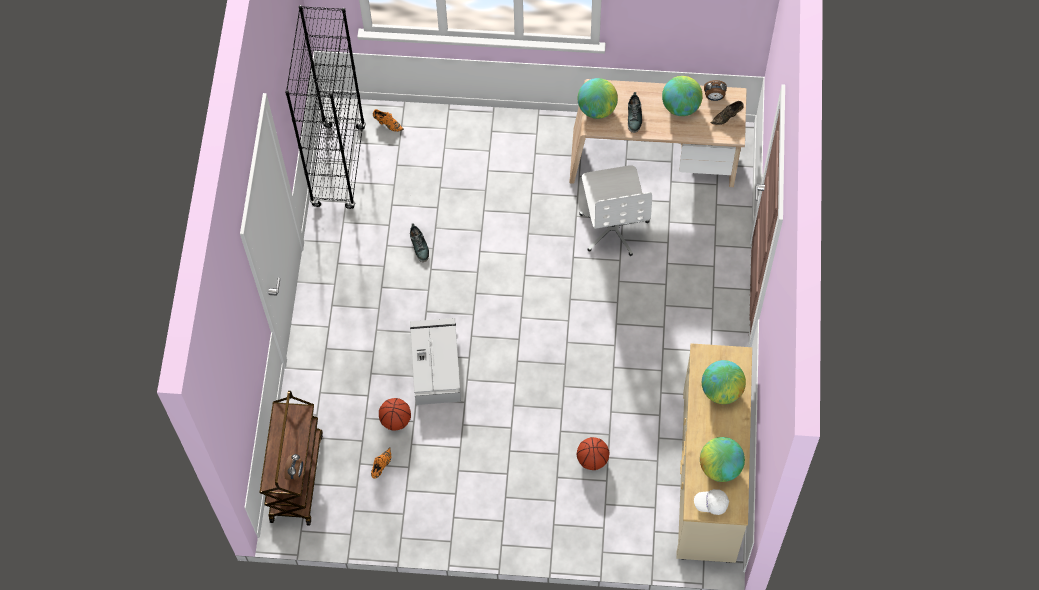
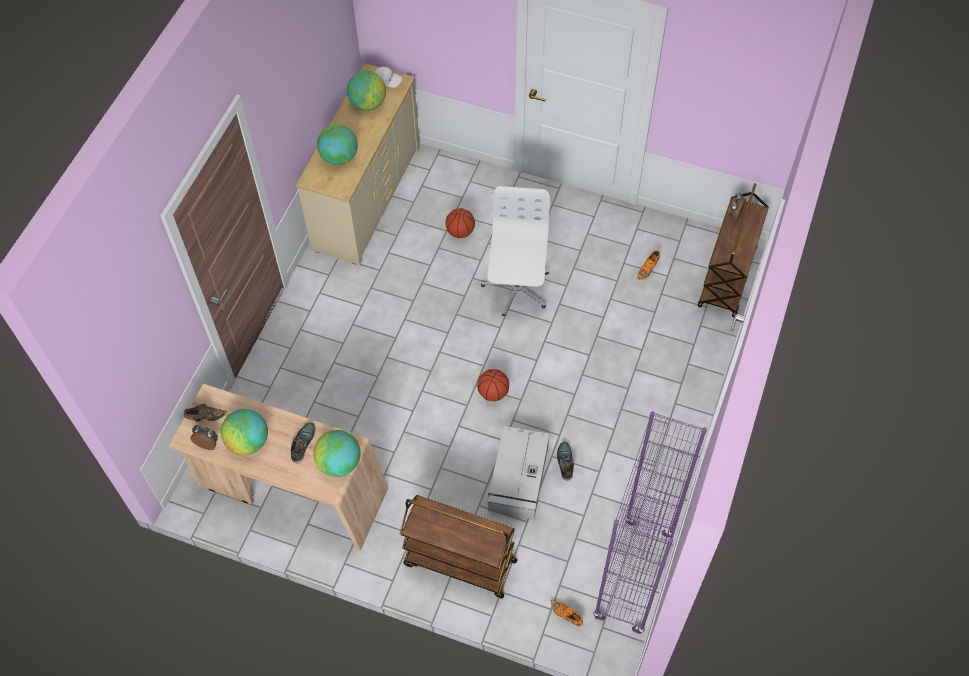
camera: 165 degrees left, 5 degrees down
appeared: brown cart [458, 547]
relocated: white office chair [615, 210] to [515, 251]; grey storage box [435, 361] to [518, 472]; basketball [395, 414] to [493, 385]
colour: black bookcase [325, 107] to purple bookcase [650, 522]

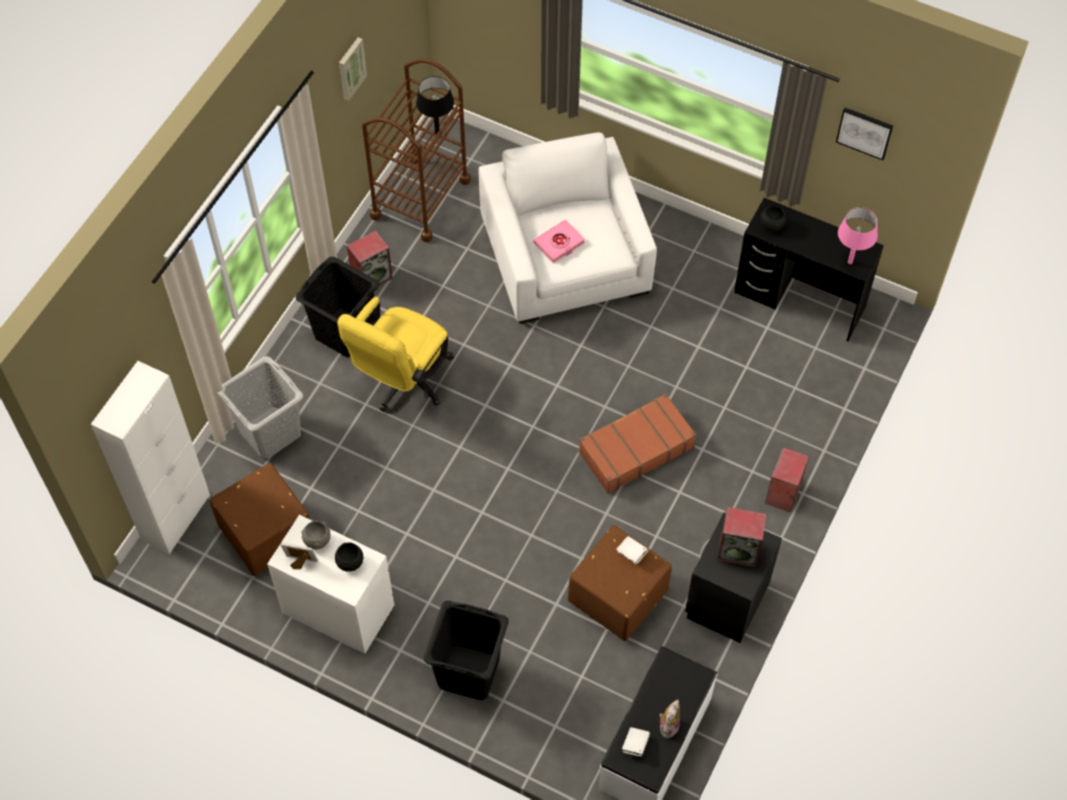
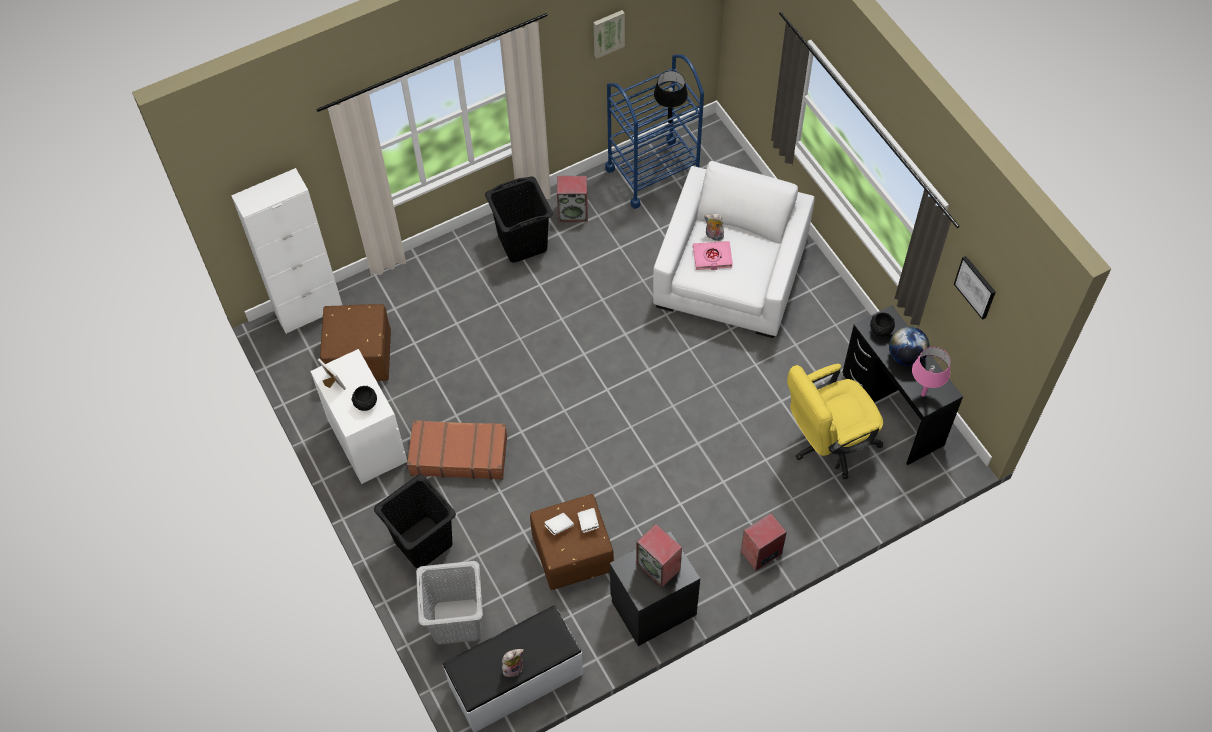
camera: 35 degrees right, 0 degrees up
missing: grey bowl [316, 535]
appeared: plush toy [714, 227]; globe [909, 346]
relocated: yellow office chair [396, 354] to [835, 421]; grey laundry basket [260, 407] to [449, 603]; brown suitcase [637, 444] to [457, 450]; white book [636, 741] to [559, 524]
colour: brown cart [416, 150] to blue cart [654, 131]

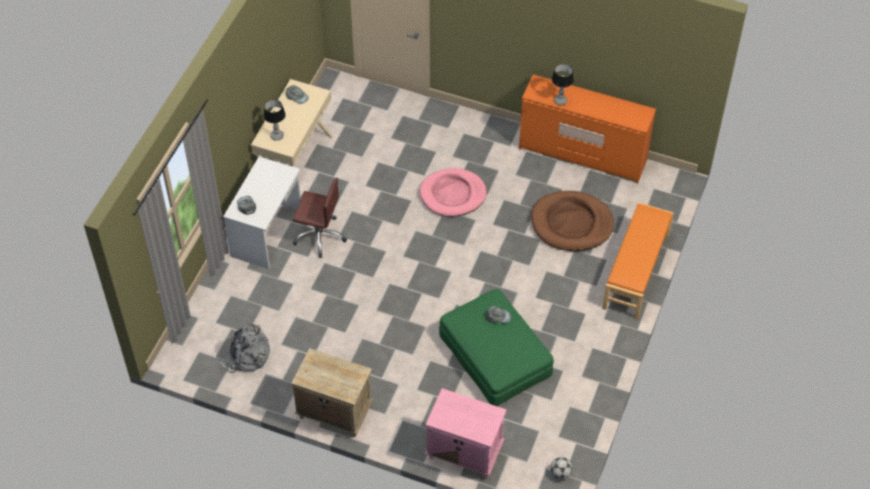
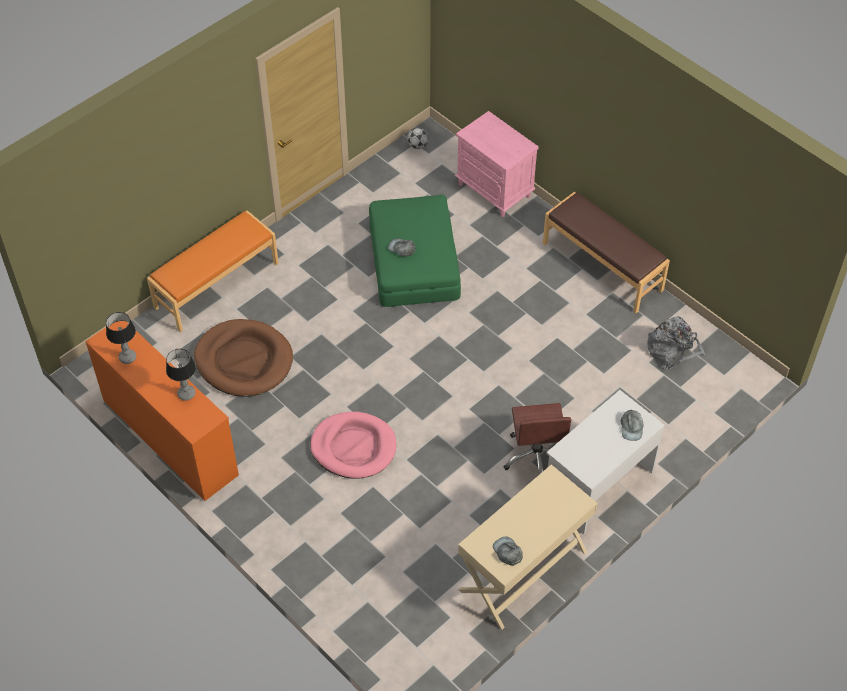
camera: 155 degrees left, 0 degrees up
relocated: table lamp [274, 120] to [121, 338]
exchanged: beige nightstand [332, 392] to brown bench [606, 253]
spun: brown office chair [320, 218] = [537, 438] 135 degrees counterclockwise

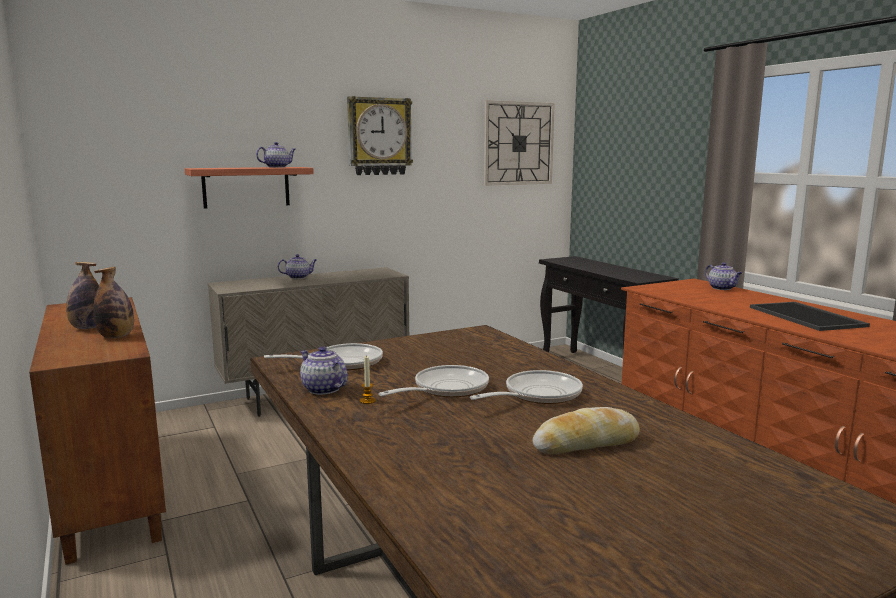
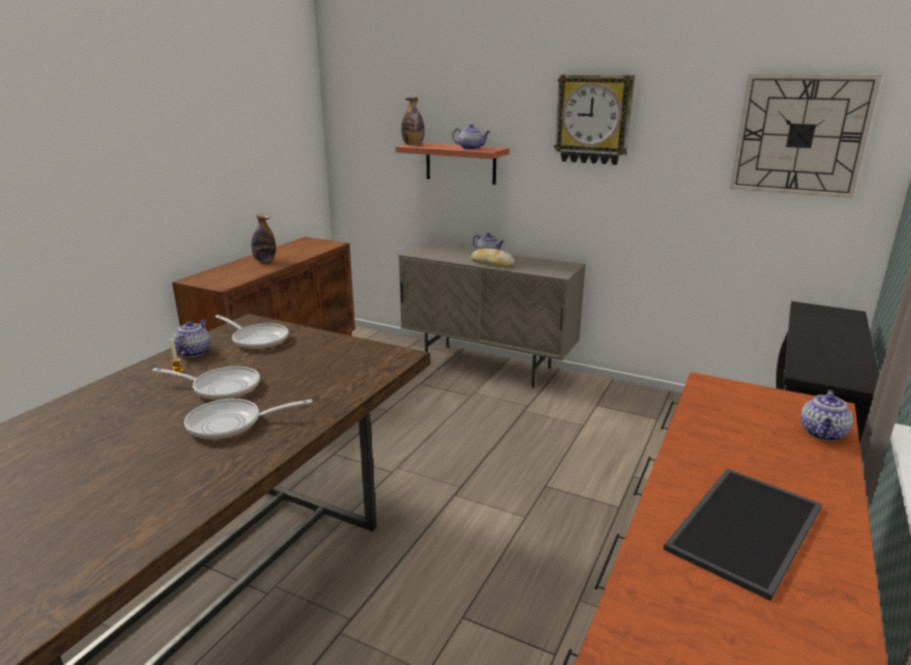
camera: 55 degrees right, 10 degrees up
relocated: bottle [113, 302] to [413, 121]; bread [586, 430] to [492, 257]
spun: frying pan [526, 387] = [248, 419] 150 degrees clockwise

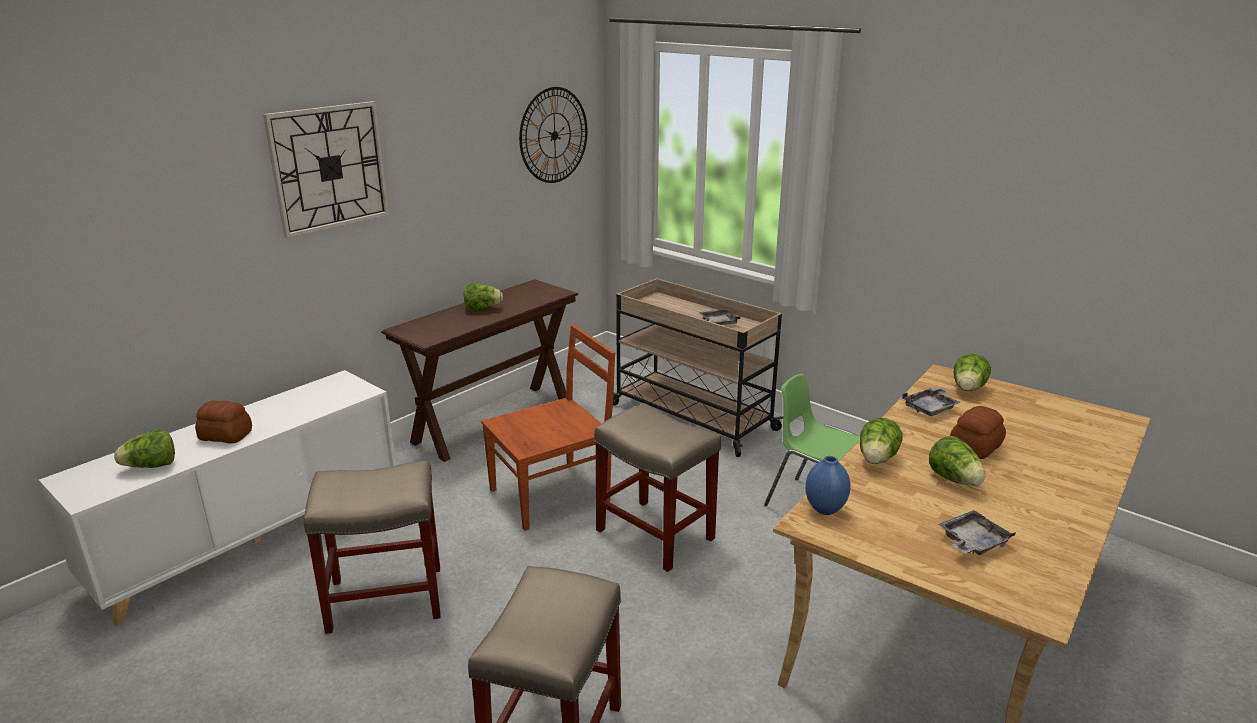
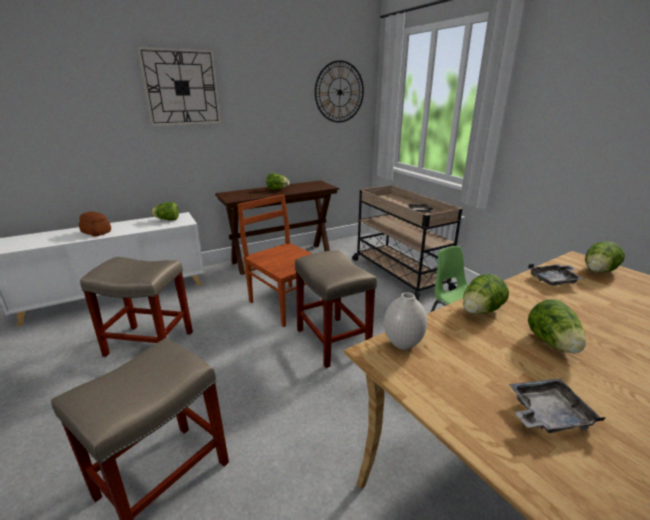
camera: 20 degrees right, 0 degrees up
missing: bread [978, 432]
relocated: lettuce [144, 449] to [165, 211]
colour: blue vase [828, 485] to white vase [405, 321]
spun: brown chair [548, 428] = [280, 261] 120 degrees counterclockwise

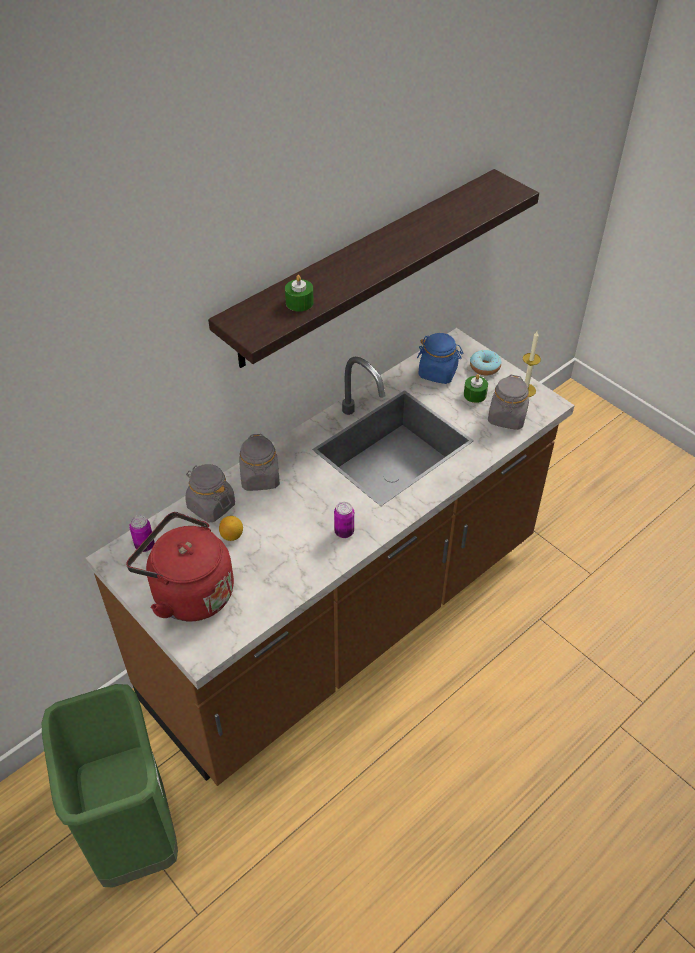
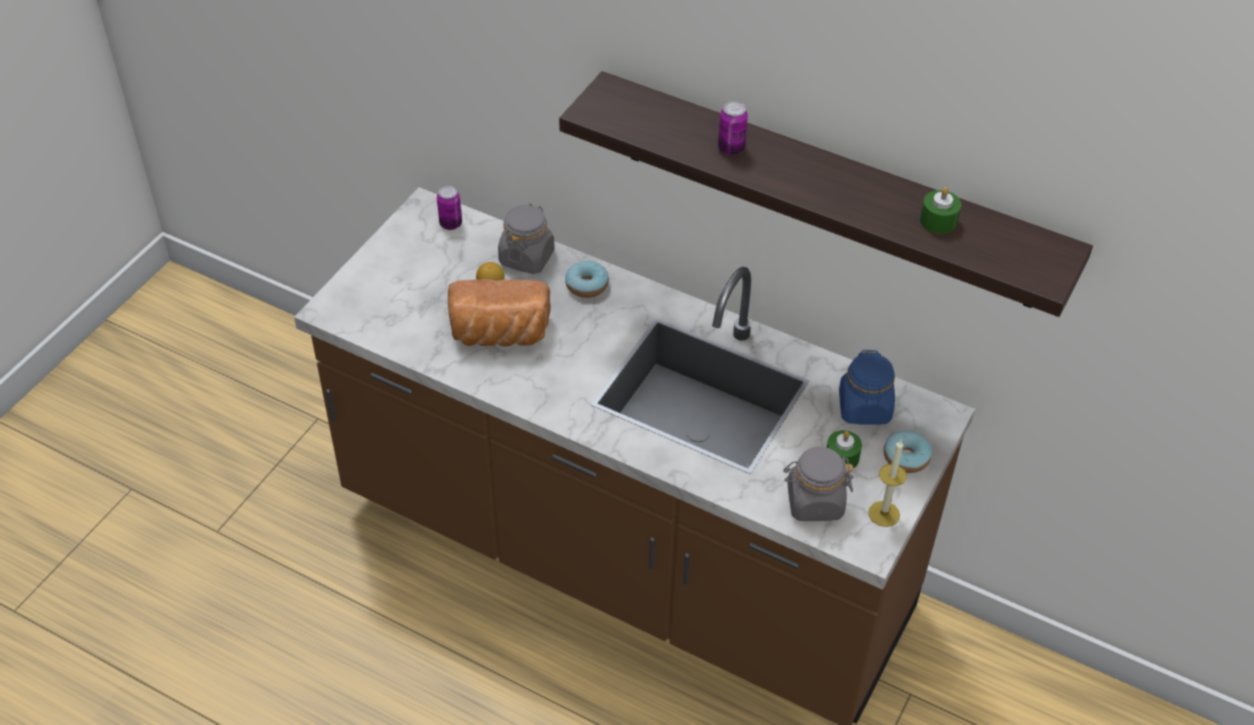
camera: 70 degrees right, 0 degrees up
missing: red kettle [180, 566]; green trash can [110, 785]
appeared: bread [499, 313]
relocated: green candle [299, 293] to [940, 210]; can [344, 520] to [733, 128]
exchanged: grey jar [259, 462] to donut [587, 279]

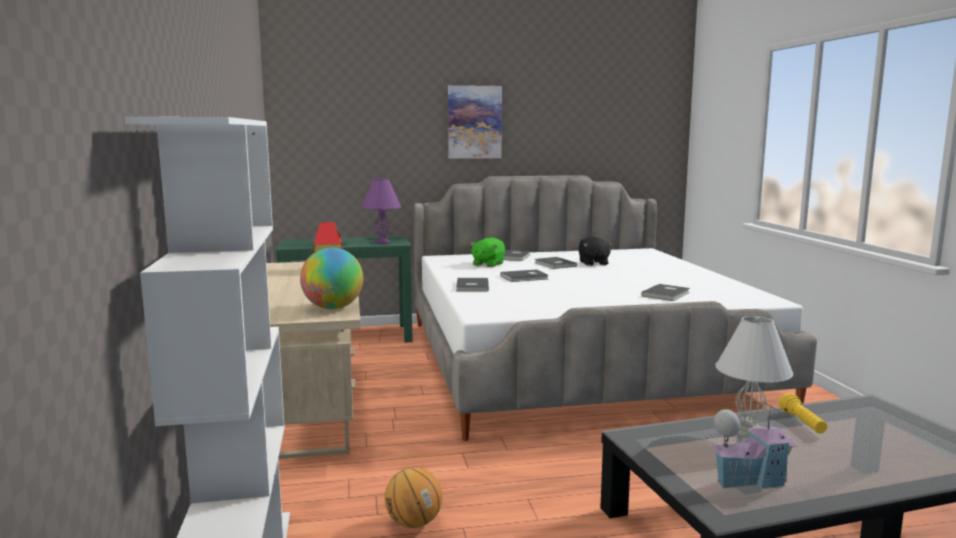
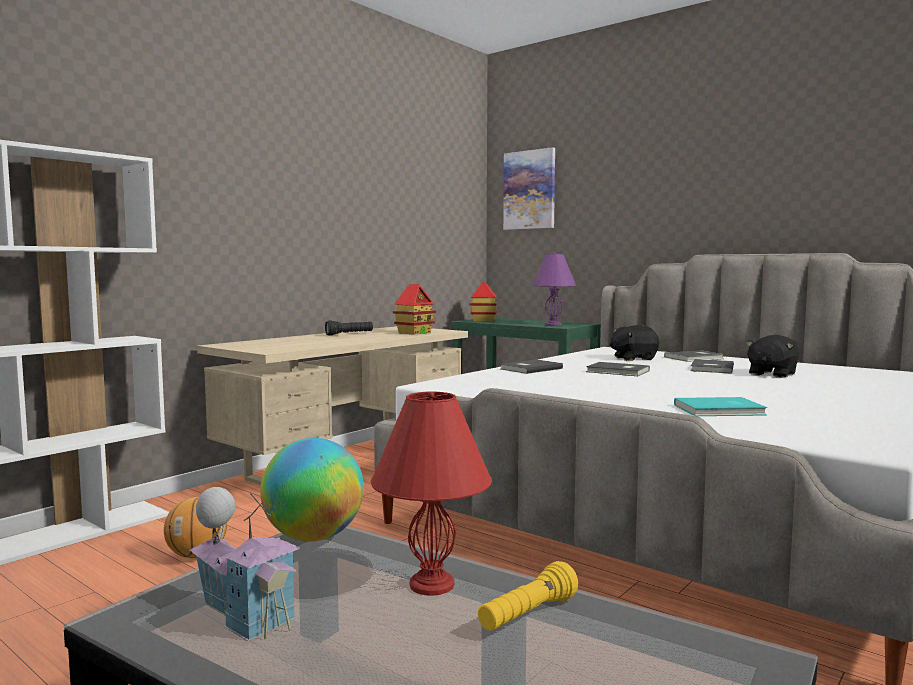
camera: 50 degrees right, 5 degrees down
appeared: toy house [484, 301]; black flashlight [349, 328]
relocated: picture [475, 122] to [529, 188]; globe [331, 278] to [312, 489]
colour: green plush toy [487, 252] to black plush toy [634, 343]; grey book [665, 292] to turquoise book [721, 406]; white table lamp [754, 376] to red table lamp [431, 493]

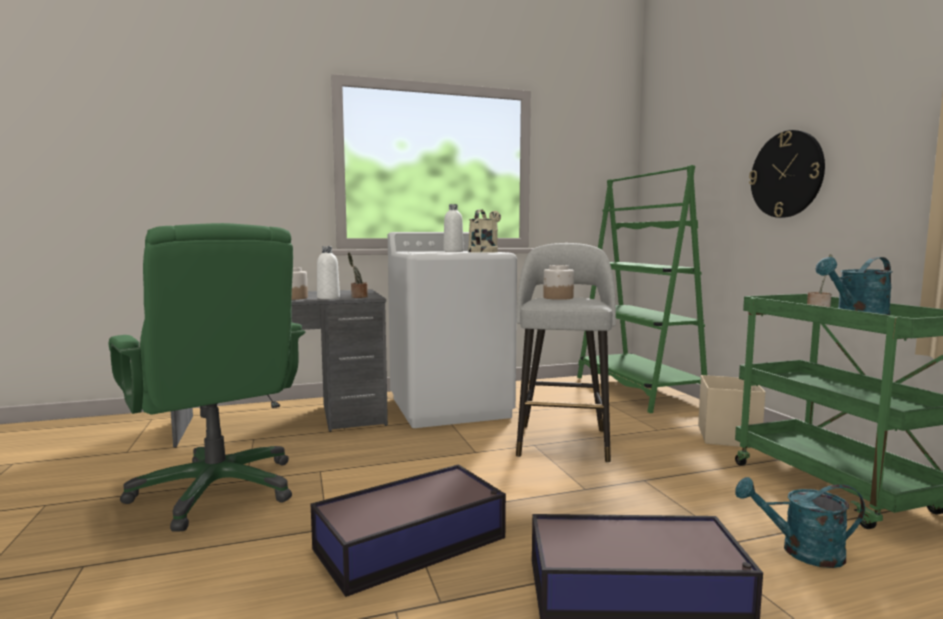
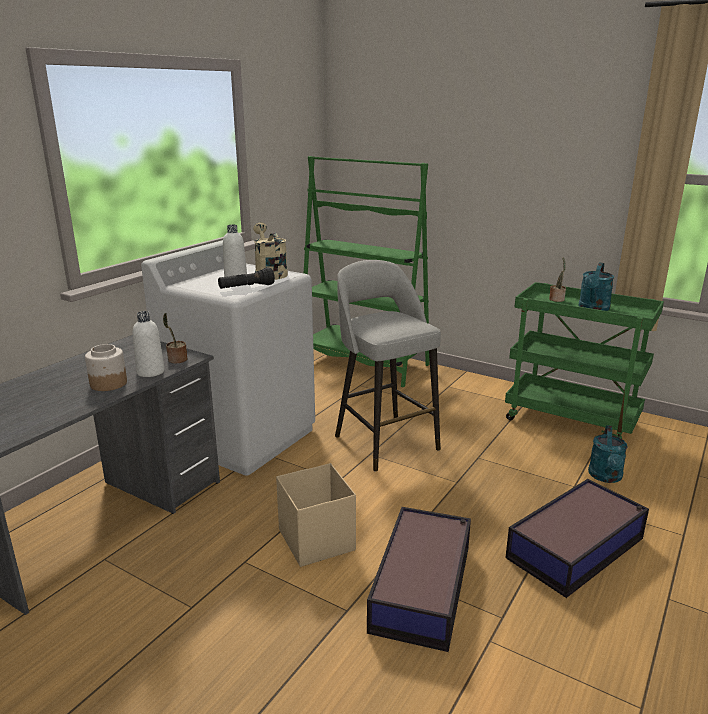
camera: 40 degrees left, 15 degrees up
missing: wall clock [787, 174]; green office chair [207, 377]; jar [558, 282]
appeared: black flashlight [246, 278]
relocated: beige storage box [731, 411] to [316, 515]
spun: turquoise watering can [800, 522] = [607, 454] 45 degrees counterclockwise

